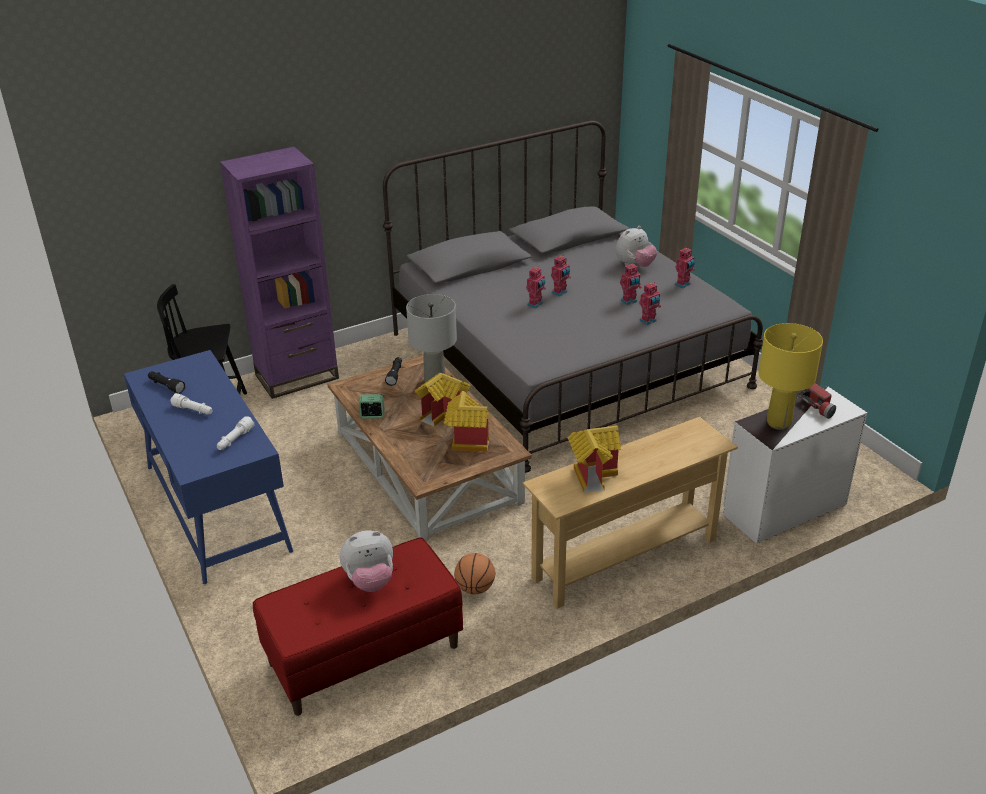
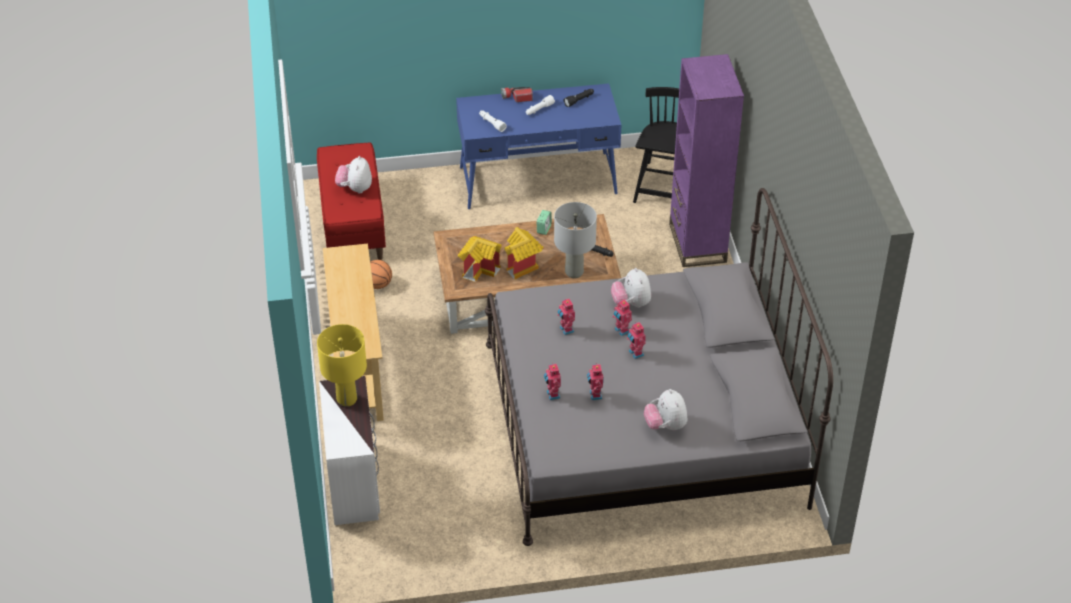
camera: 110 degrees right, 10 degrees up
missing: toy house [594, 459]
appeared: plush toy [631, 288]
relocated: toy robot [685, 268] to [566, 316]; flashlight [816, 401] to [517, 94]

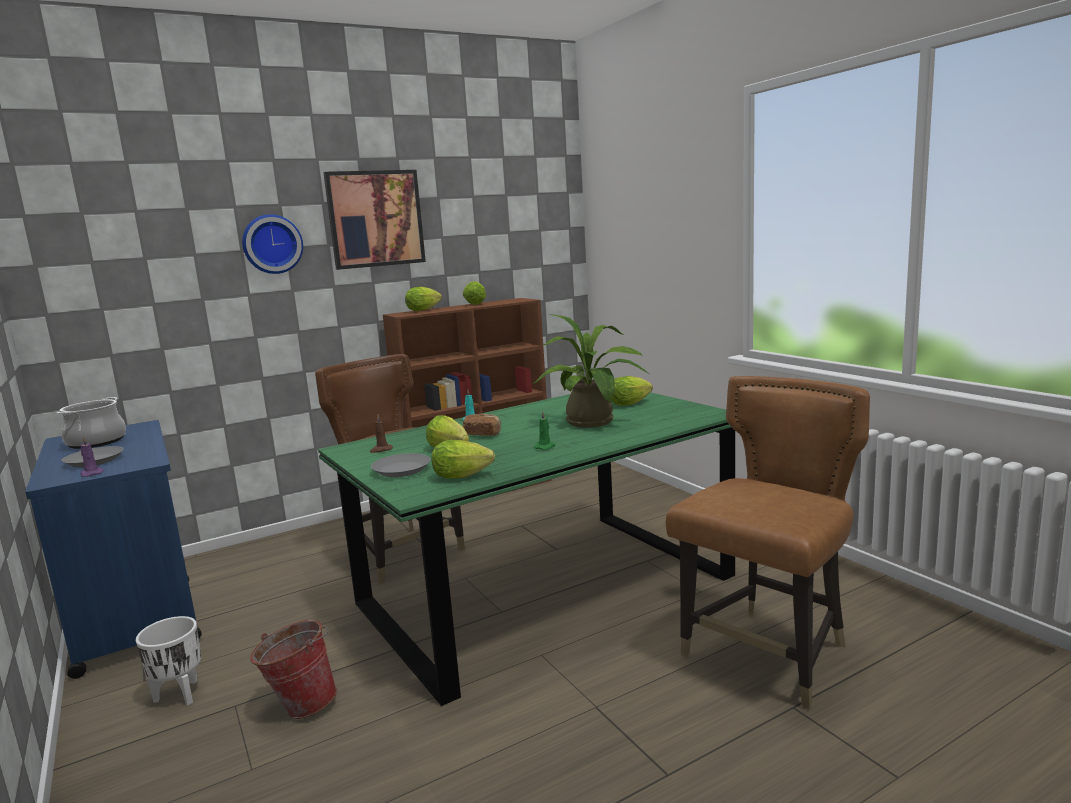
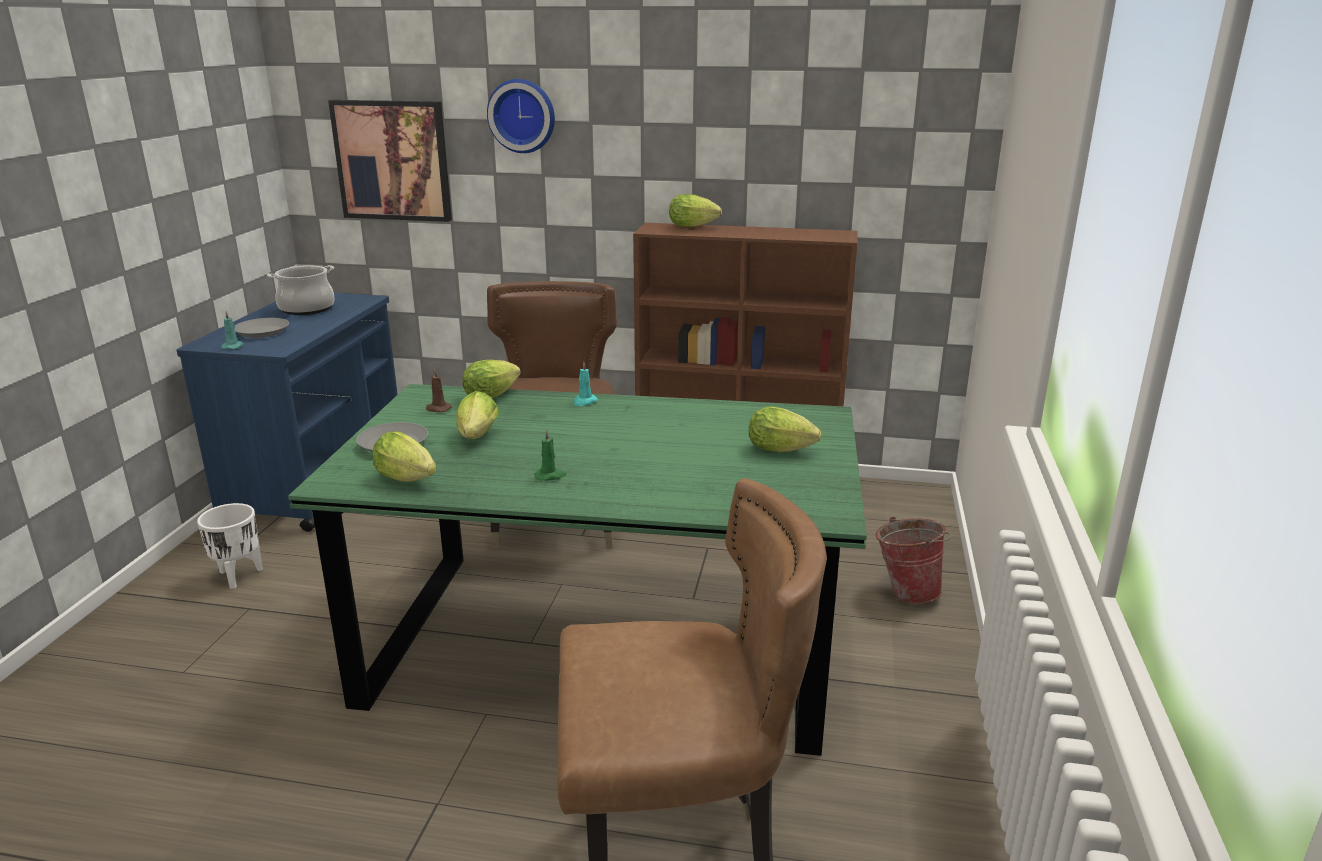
camera: 40 degrees right, 10 degrees up
missing: potted plant [591, 371]; bread [482, 425]
relocated: picture [374, 220] to [390, 161]; lettuce [474, 293] to [491, 379]; bucket [293, 669] to [913, 560]
colour: purple candle [92, 457] to turquoise candle [232, 330]

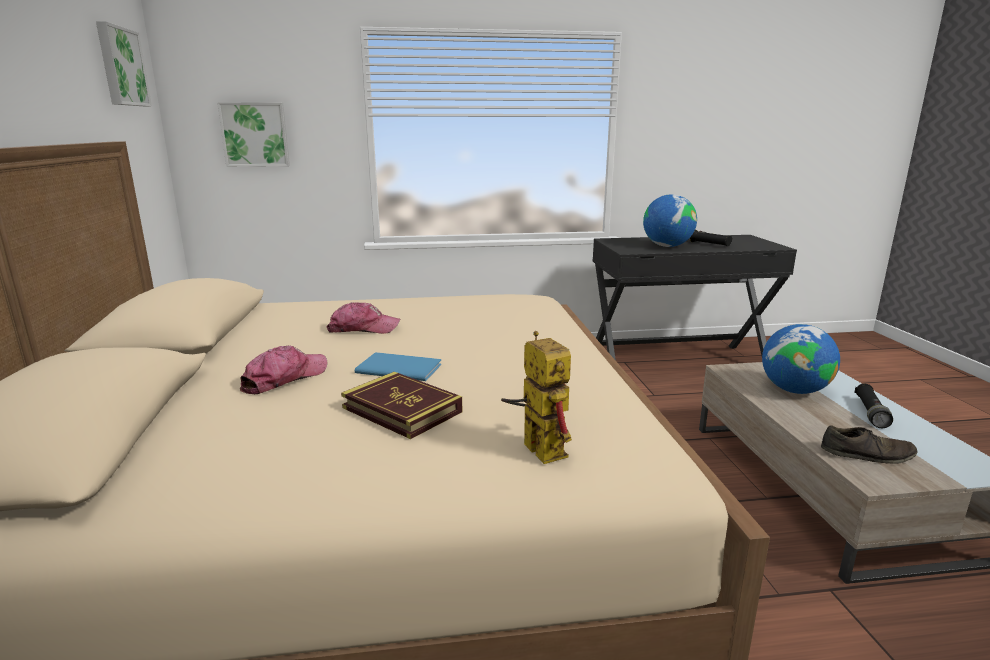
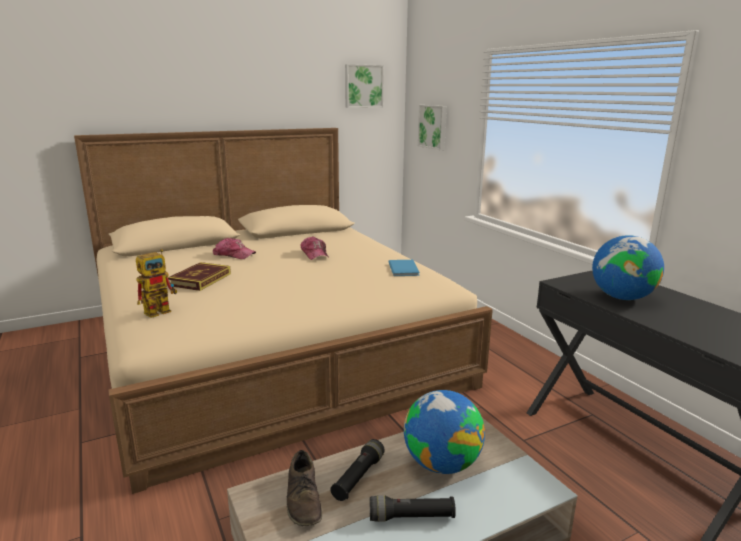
camera: 70 degrees right, 0 degrees up
relocated: black flashlight [709, 237] to [357, 470]; blue book [398, 366] to [404, 268]

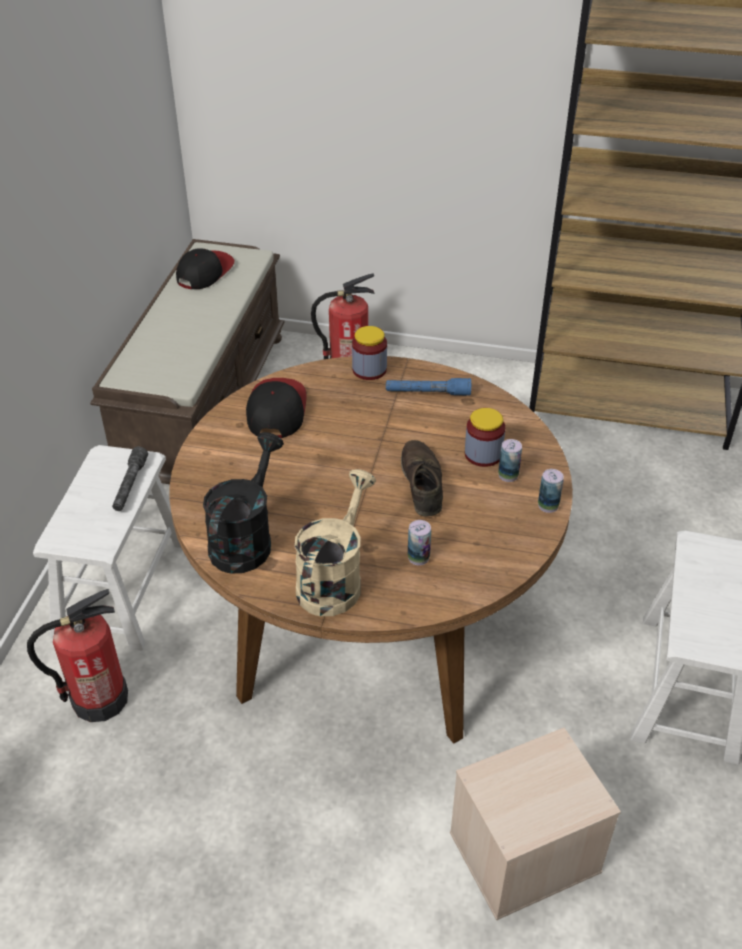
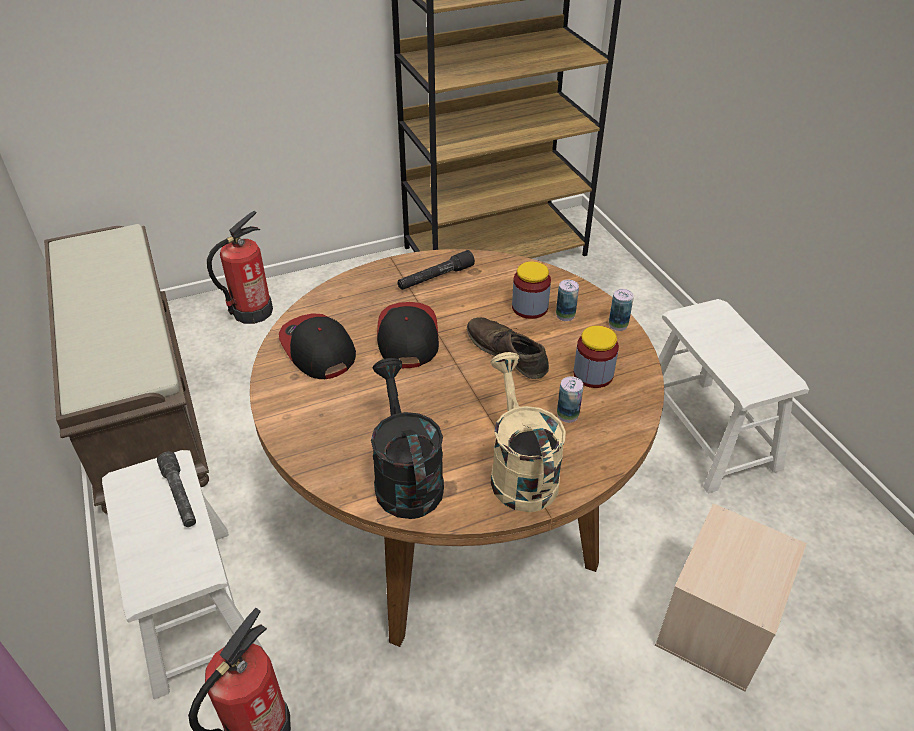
camera: 35 degrees left, 0 degrees up
relocated: cap [205, 268] to [408, 335]; jar [369, 353] to [596, 357]
colour: blue flashlight [428, 386] to black flashlight [436, 270]

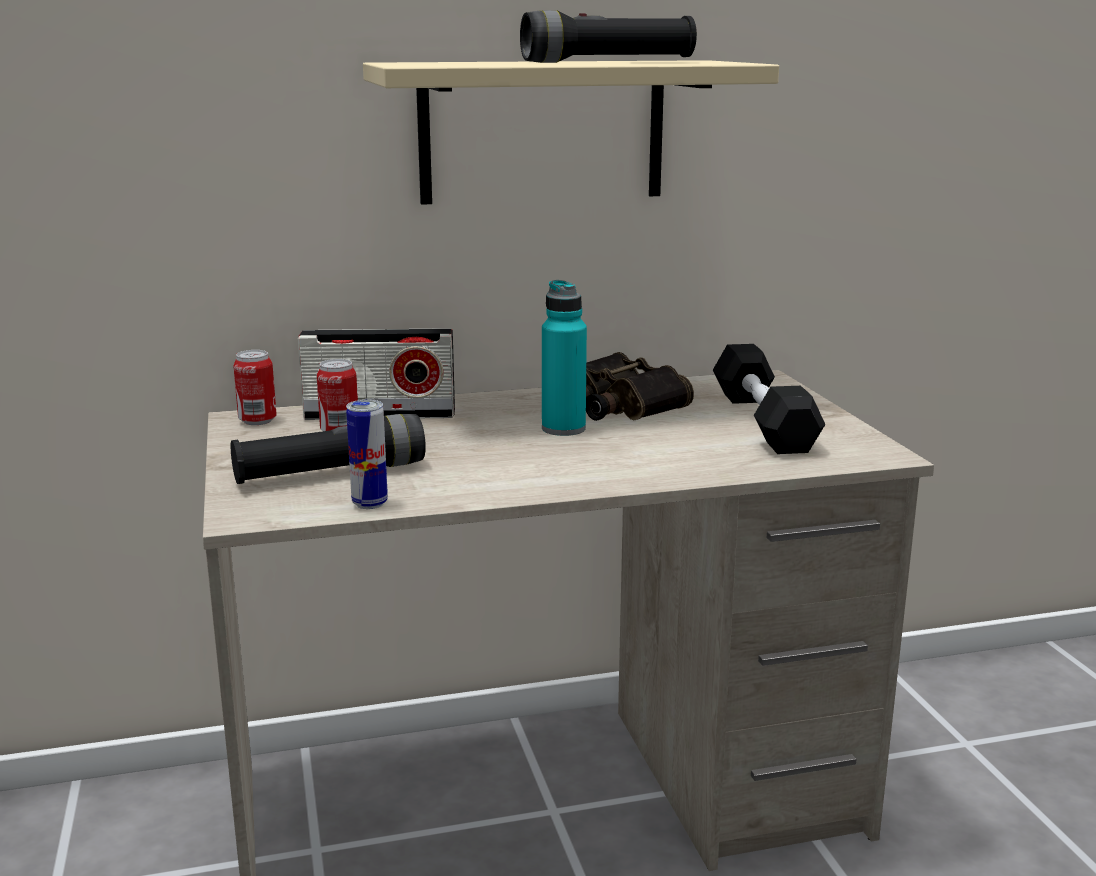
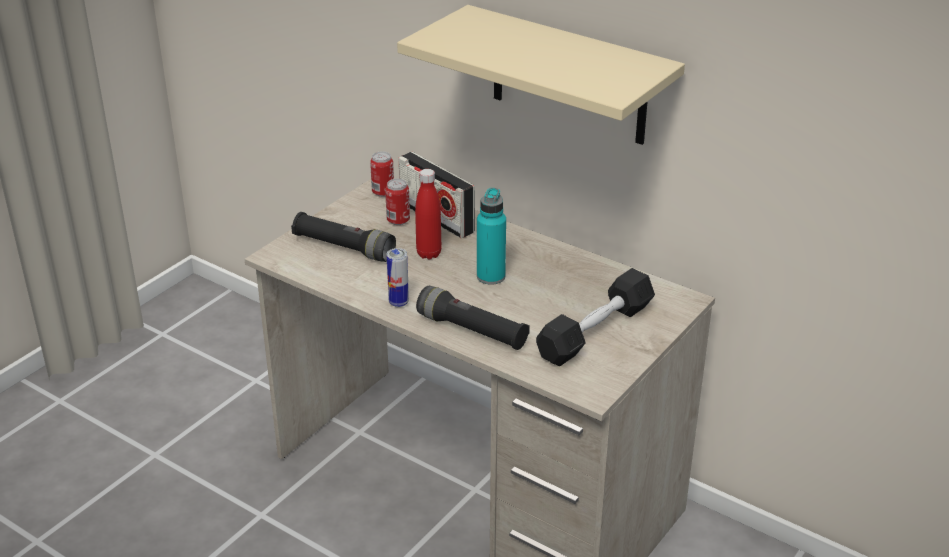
camera: 50 degrees right, 15 degrees up
missing: binoculars [640, 386]
appeared: red bottle [428, 214]
relocated: black flashlight [608, 36] to [473, 318]; can [367, 454] to [398, 277]

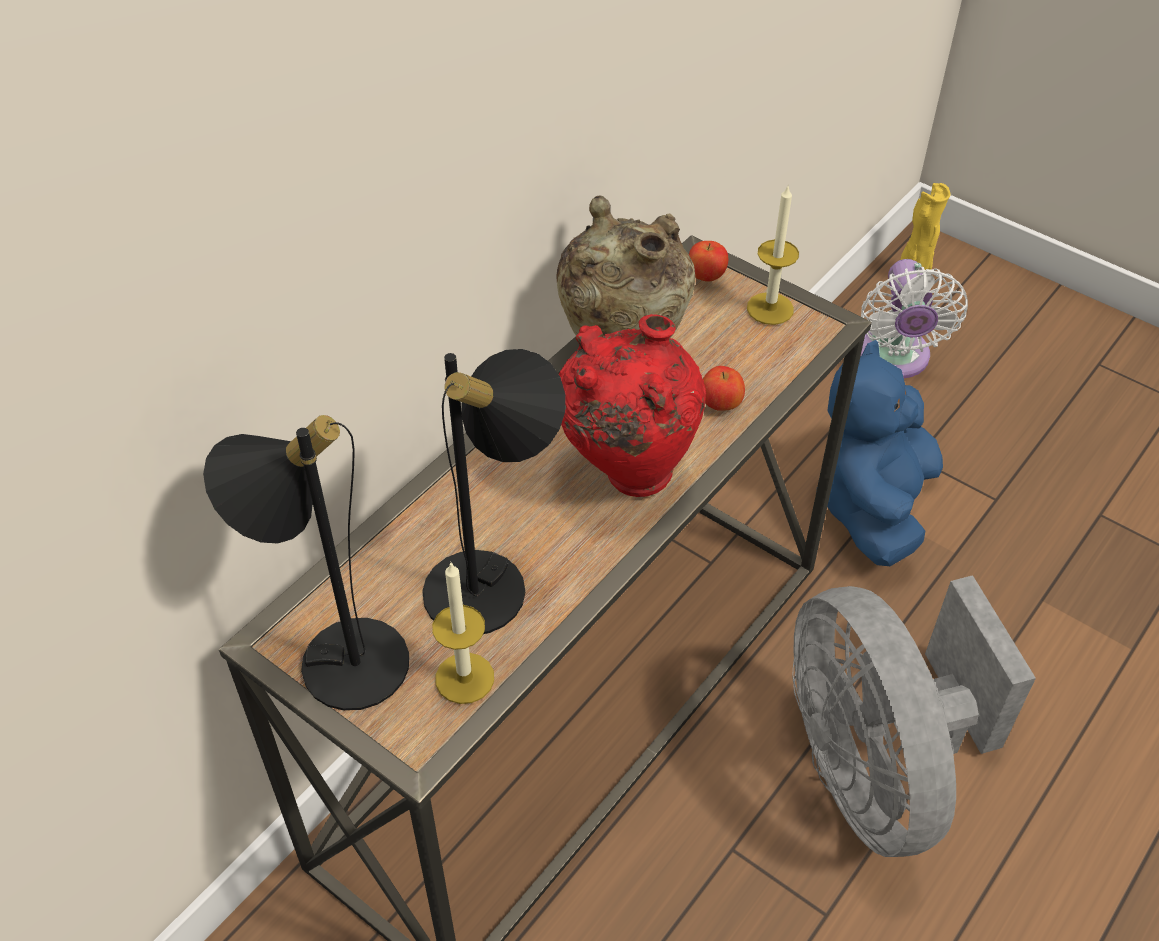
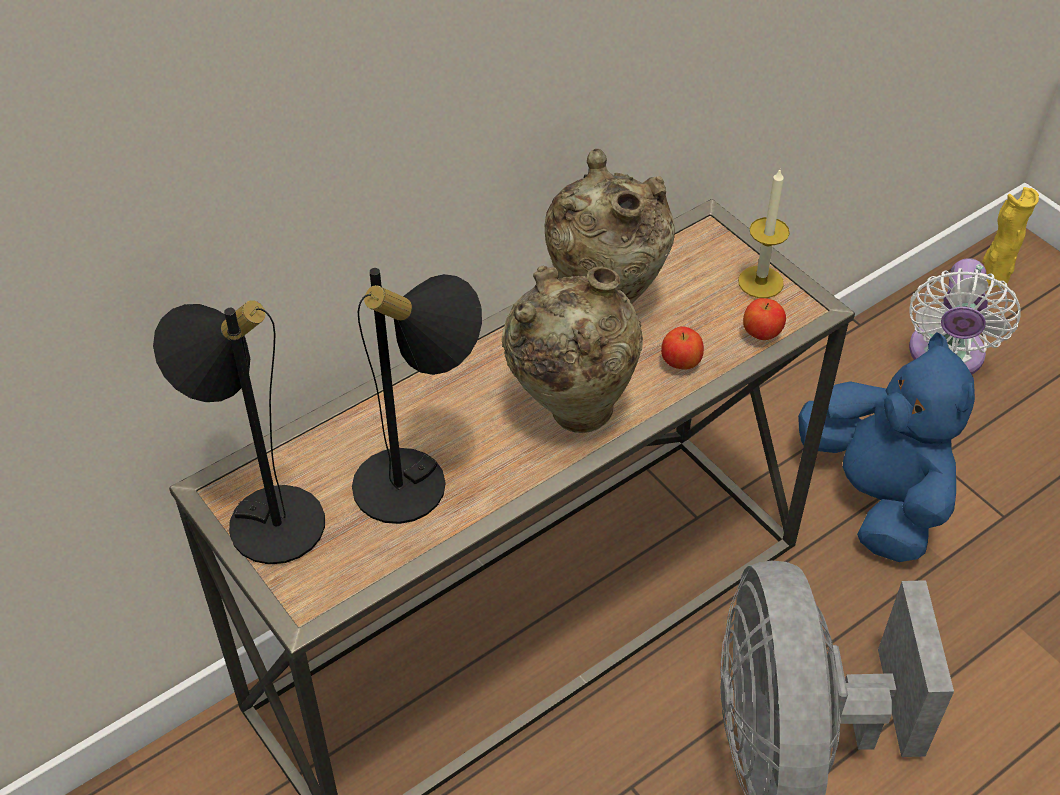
camera: 15 degrees right, 0 degrees up
missing: candle [463, 632]
relocated: apple [708, 261] to [764, 319]
colour: red vase [632, 405] to beige vase [572, 349]
spun: blue plush toy [879, 453] = [886, 447] 120 degrees clockwise

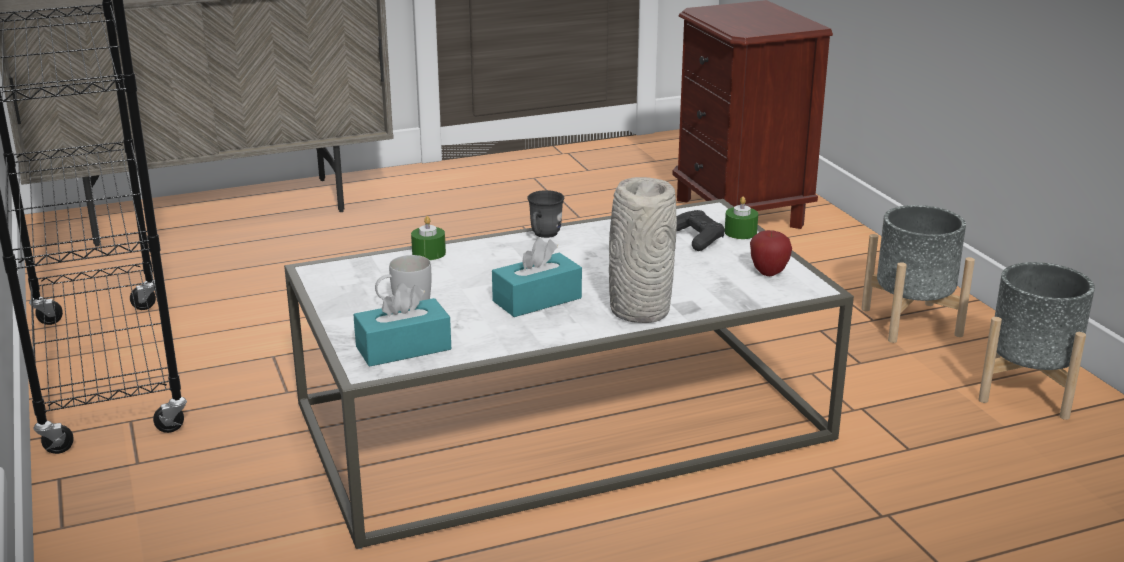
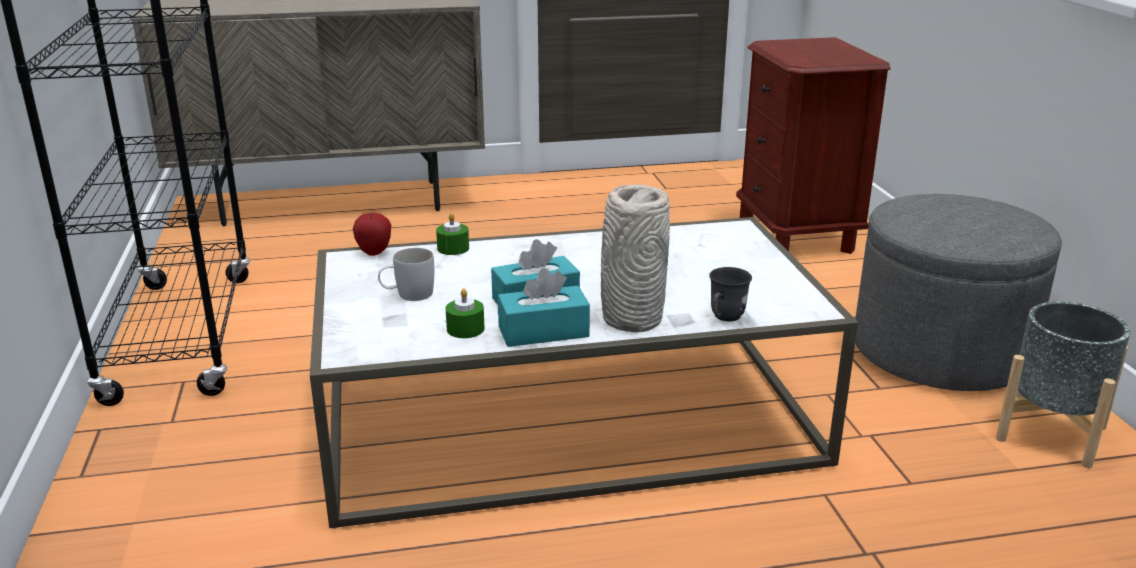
camera: 10 degrees right, 0 degrees up
missing: black game controller [700, 230]
relocated: grey mug [546, 214] to [730, 294]; green candle [741, 218] to [465, 313]; apple [771, 253] to [372, 234]; turquoise tissue box [402, 325] to [544, 307]
exchanged: grey planter [918, 274] to grey ottoman [958, 292]

